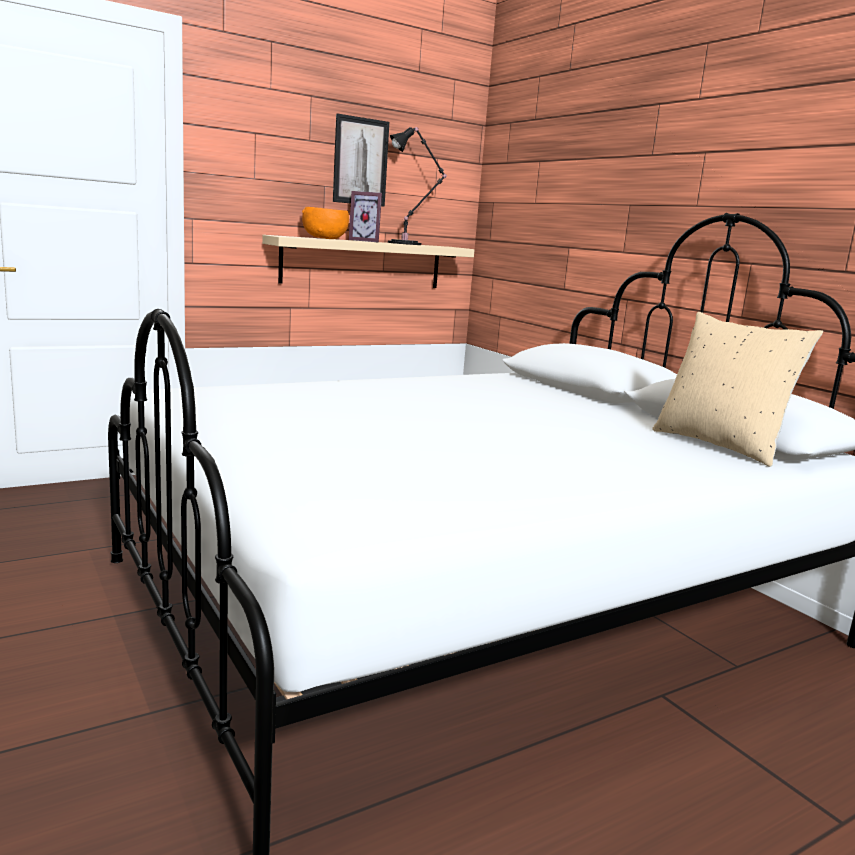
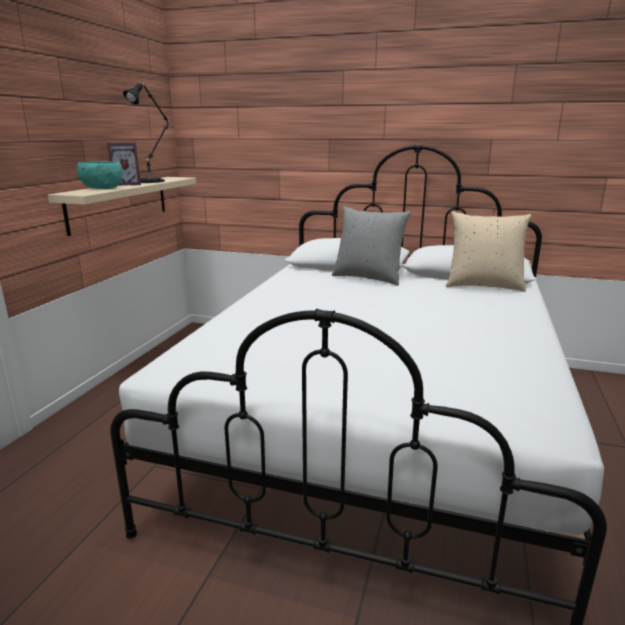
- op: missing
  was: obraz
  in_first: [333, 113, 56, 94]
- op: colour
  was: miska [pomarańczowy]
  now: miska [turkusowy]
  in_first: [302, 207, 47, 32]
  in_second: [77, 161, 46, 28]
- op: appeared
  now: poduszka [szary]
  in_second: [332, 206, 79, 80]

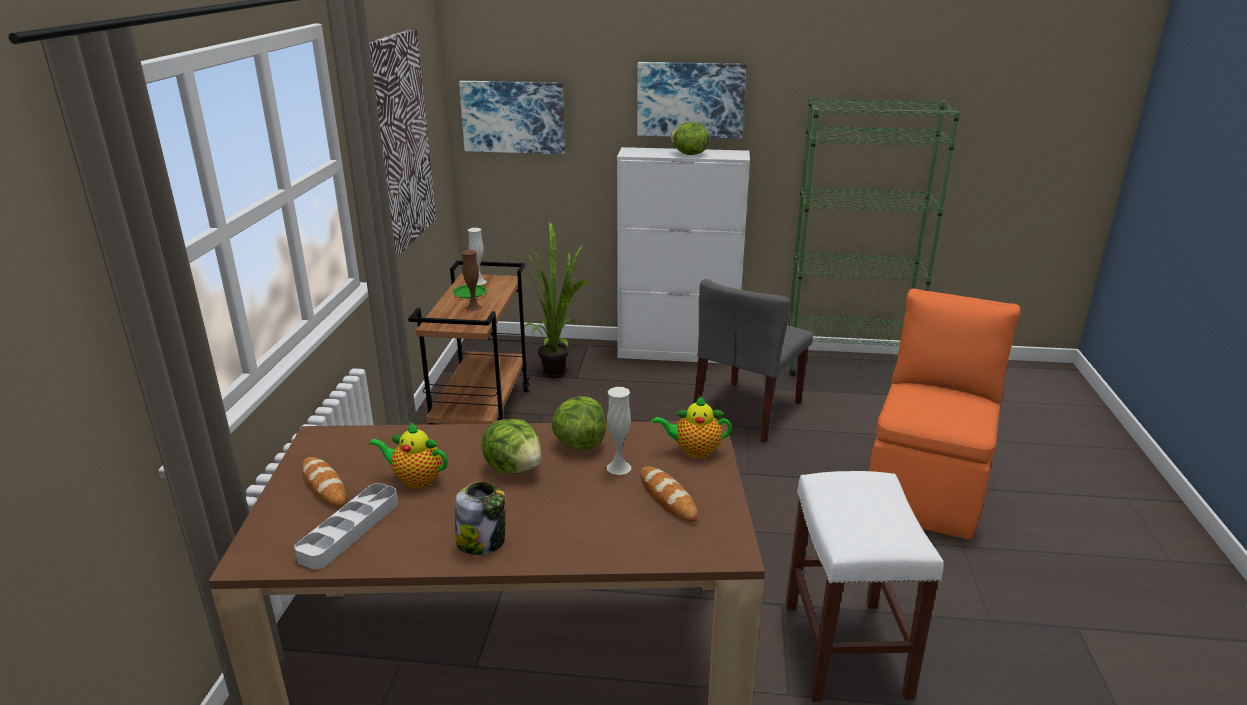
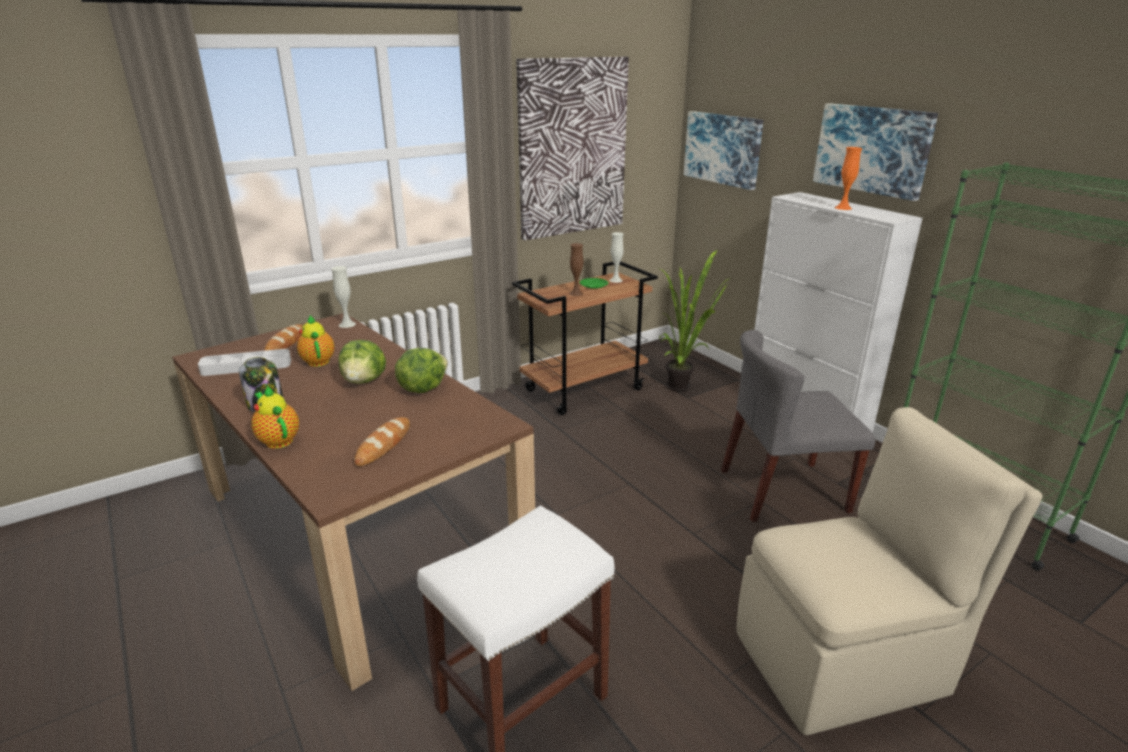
- op: exchanged
  was: sałata
  now: wazon [pomarańczowy]
  in_first: [670, 122, 39, 33]
  in_second: [835, 147, 27, 63]
- op: colour
  was: krzesło [pomarańczowy]
  now: krzesło [beżowy]
  in_first: [869, 289, 151, 251]
  in_second: [736, 407, 306, 328]
- op: relocated
  was: wazon [biały]
  in_first: [607, 387, 24, 88]
  in_second: [331, 266, 25, 62]
- op: relocated
  was: imbryk
  in_first: [652, 396, 80, 63]
  in_second: [251, 385, 48, 64]

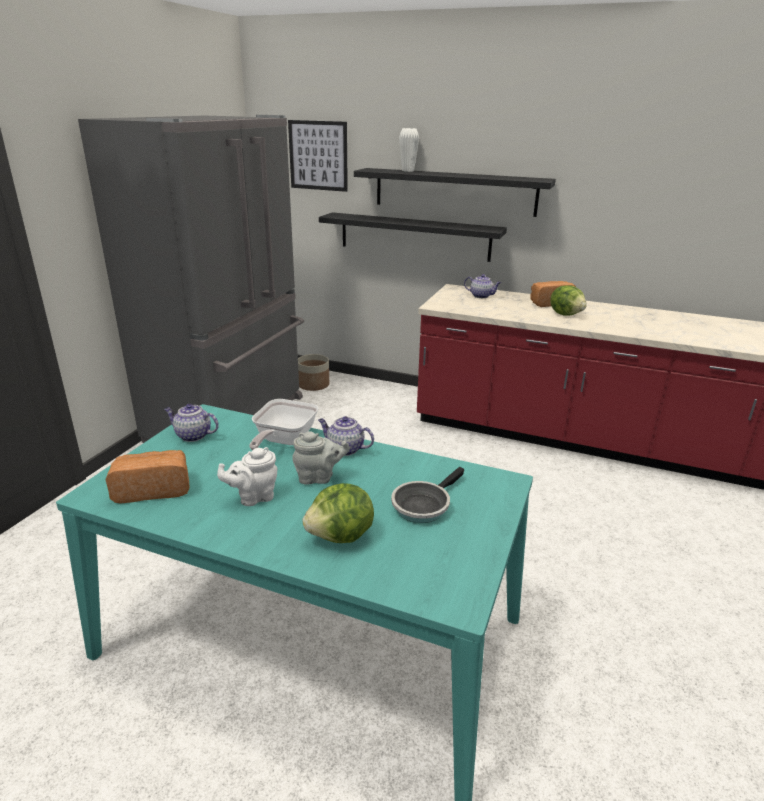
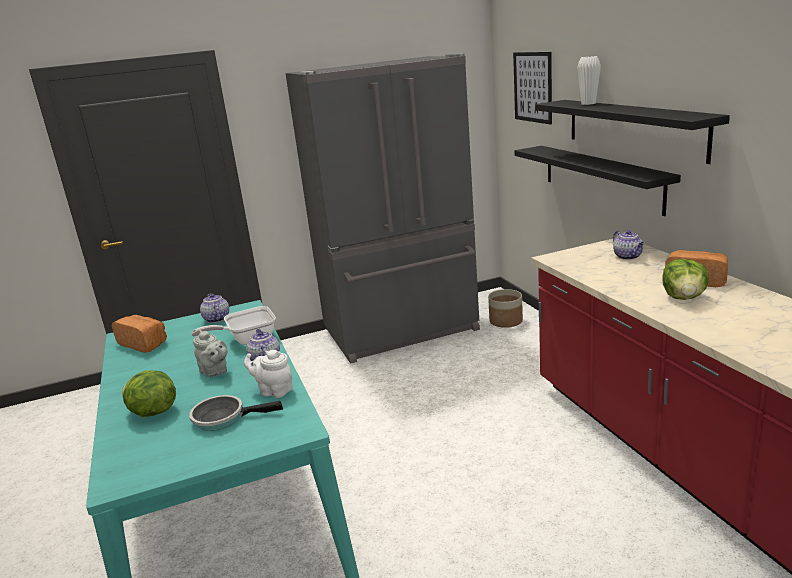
- op: relocated
  was: imbryk [biały]
  in_first: [217, 447, 61, 59]
  in_second: [244, 350, 48, 48]

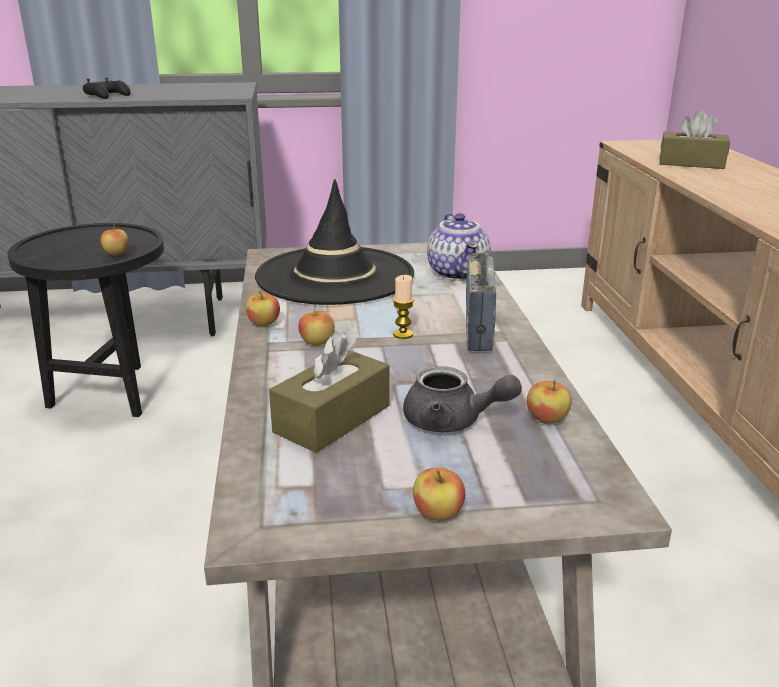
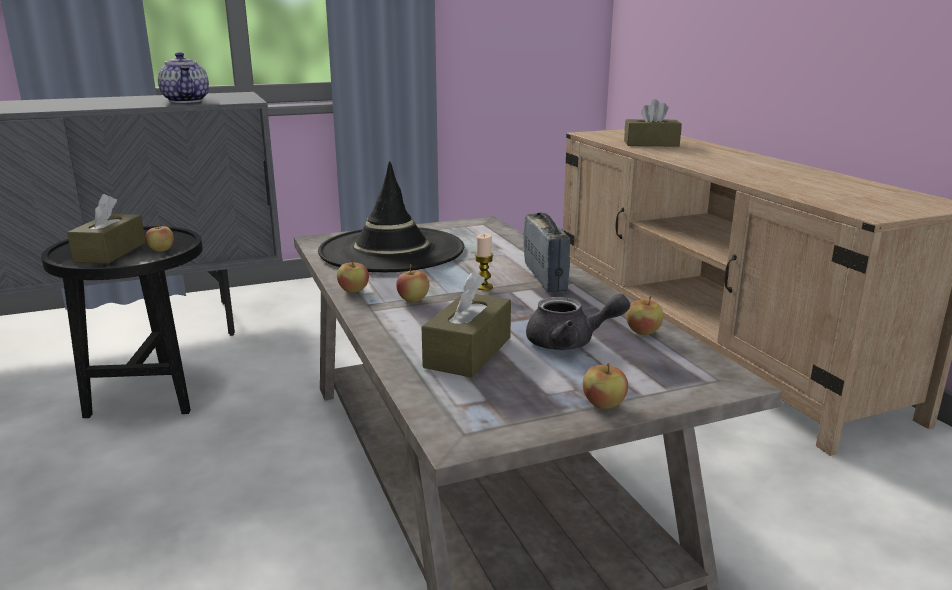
- op: missing
  was: pad do gier [czarny]
  in_first: [83, 78, 48, 21]
- op: relocated
  was: imbryk
  in_first: [427, 213, 64, 68]
  in_second: [158, 52, 51, 51]
- op: appeared
  now: pudełko chusteczek [brązowy]
  in_second: [67, 194, 79, 70]

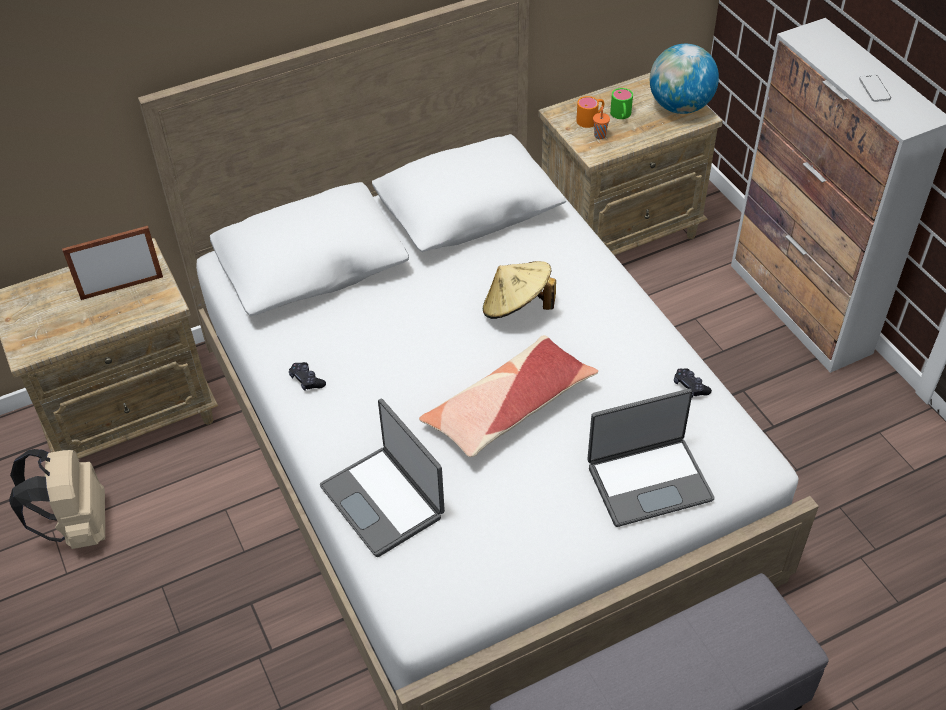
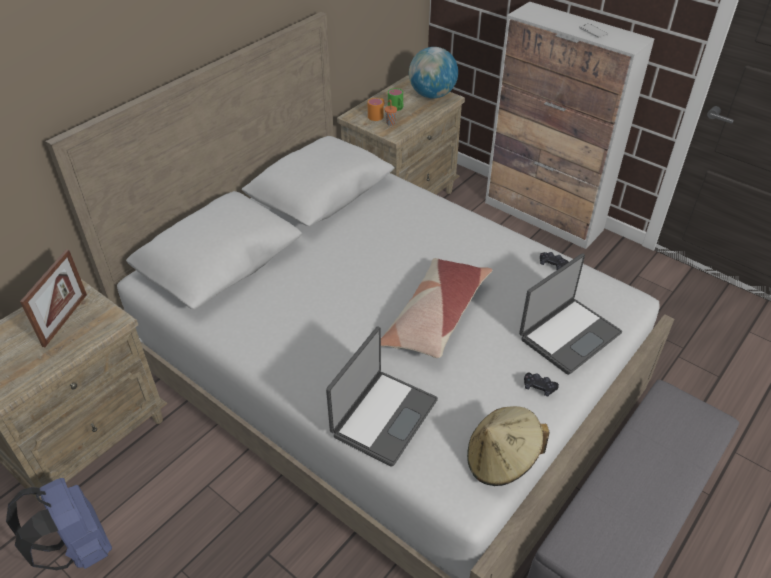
- op: spun
  was: ramka na zdjęcie
  in_first: [62, 226, 101, 74]
  in_second: [20, 249, 67, 98]
  clockwise: 150
- op: relocated
  was: kapelusz [beżowy]
  in_first: [483, 261, 73, 58]
  in_second: [467, 406, 83, 80]
- op: relocated
  was: pad do gier [czarny]
  in_first: [289, 362, 37, 29]
  in_second: [524, 373, 35, 23]
- op: spun
  was: laptop
  in_first: [320, 398, 125, 159]
  in_second: [326, 327, 112, 139]
  clockwise: -90
- op: colour
  was: plecak [beżowy]
  now: plecak [niebieski]
  in_first: [9, 449, 96, 100]
  in_second: [6, 478, 106, 92]

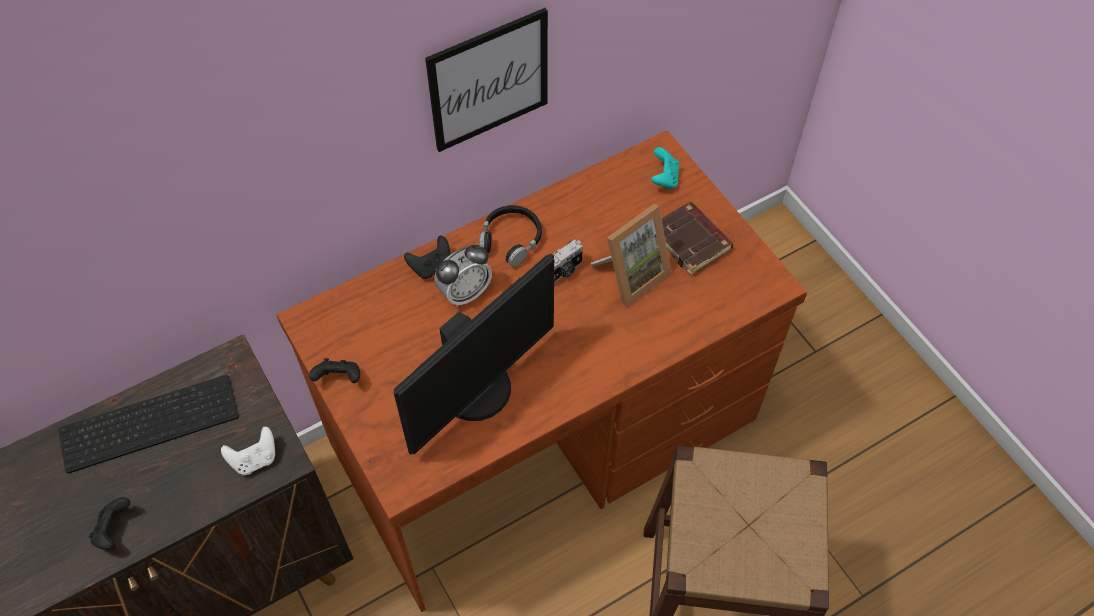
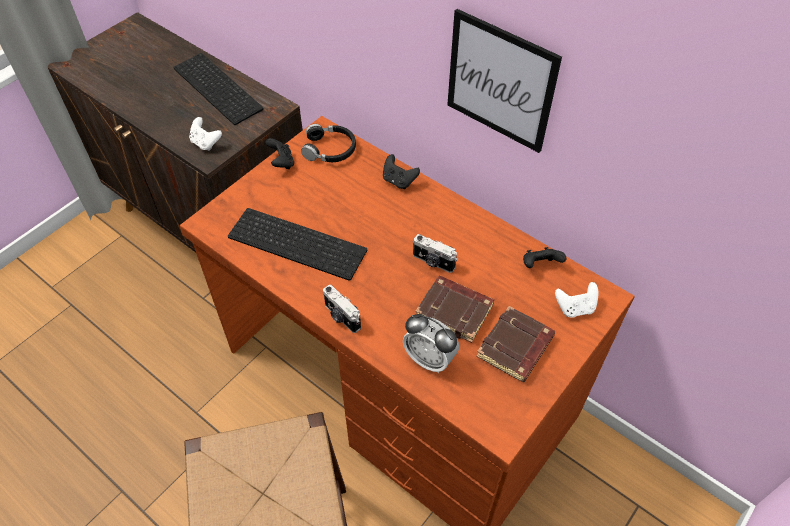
- op: colour
  was: pad do gier [turkusowy]
  now: pad do gier [biały]
  in_first: [651, 147, 28, 43]
  in_second: [555, 282, 43, 36]
- op: exchanged
  was: ramka na zdjęcie
  now: książka [brązowy]
  in_first: [591, 204, 81, 102]
  in_second: [415, 275, 79, 68]
- op: relocated
  was: słuchawki [czarny]
  in_first: [479, 205, 63, 62]
  in_second: [301, 124, 55, 38]
- op: relocated
  was: budzik
  in_first: [434, 245, 58, 62]
  in_second: [403, 314, 56, 59]
- op: exchanged
  was: monitor
  now: klawiatura
  in_first: [394, 254, 160, 201]
  in_second: [228, 208, 139, 73]
- op: relocated
  was: pad do gier [czarny]
  in_first: [89, 497, 41, 53]
  in_second: [523, 247, 43, 21]
- op: appeared
  now: aparat fotograficzny
  in_second: [323, 285, 38, 48]

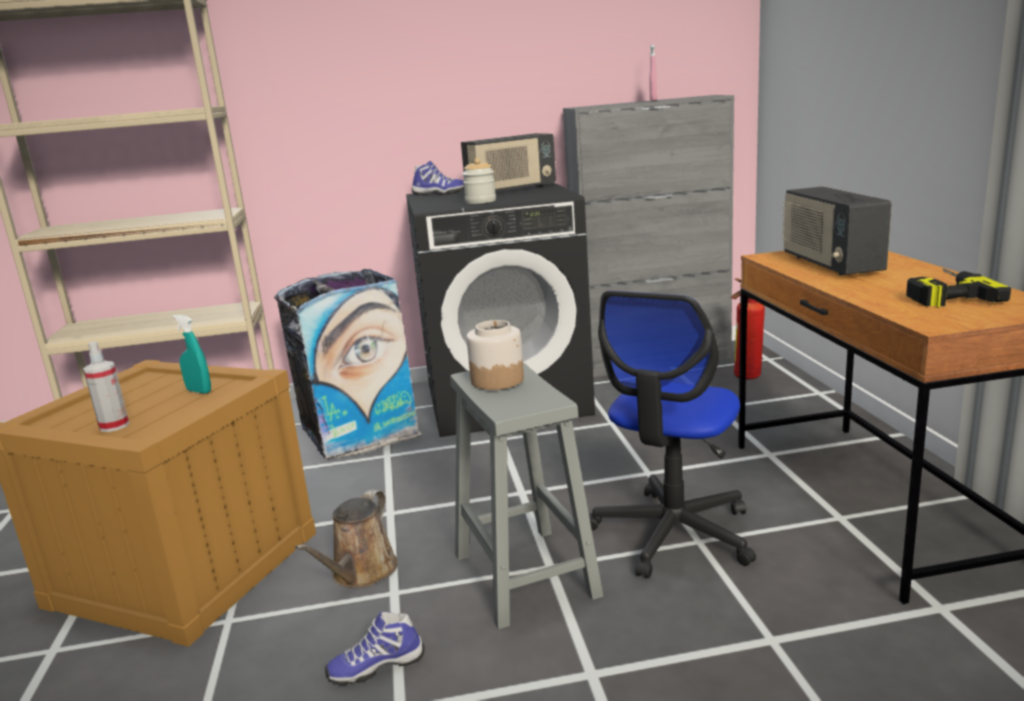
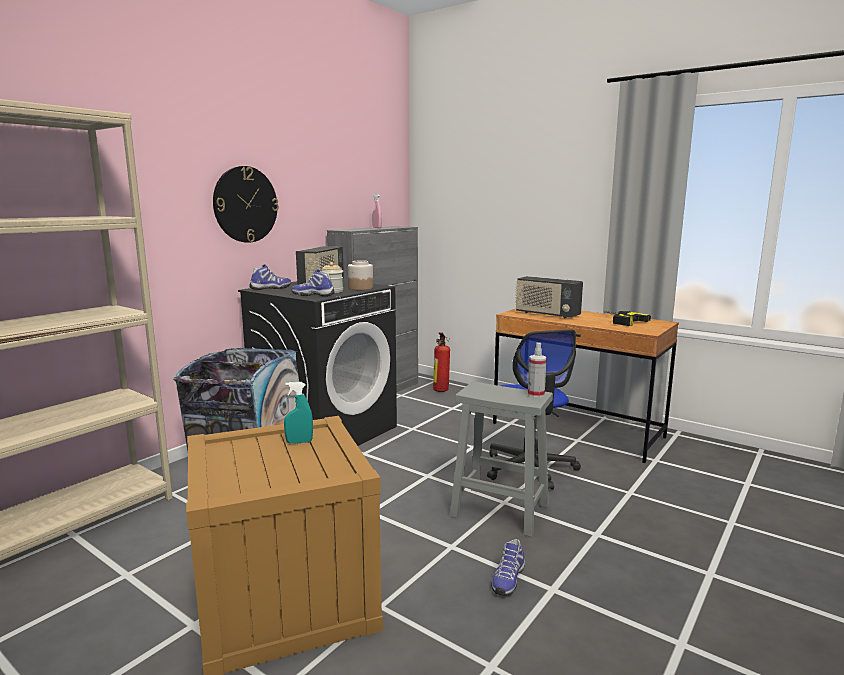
- op: relocated
  was: słoik
  in_first: [466, 320, 58, 70]
  in_second: [348, 260, 25, 30]
- op: relocated
  was: spryskiwacz
  in_first: [83, 341, 46, 91]
  in_second: [528, 343, 19, 55]
- op: missing
  was: konewka [brązowy]
  in_first: [295, 490, 103, 98]
- op: appeared
  now: zegar ścienny
  in_second: [213, 166, 66, 77]
- op: appeared
  now: but
  in_second: [292, 269, 43, 28]

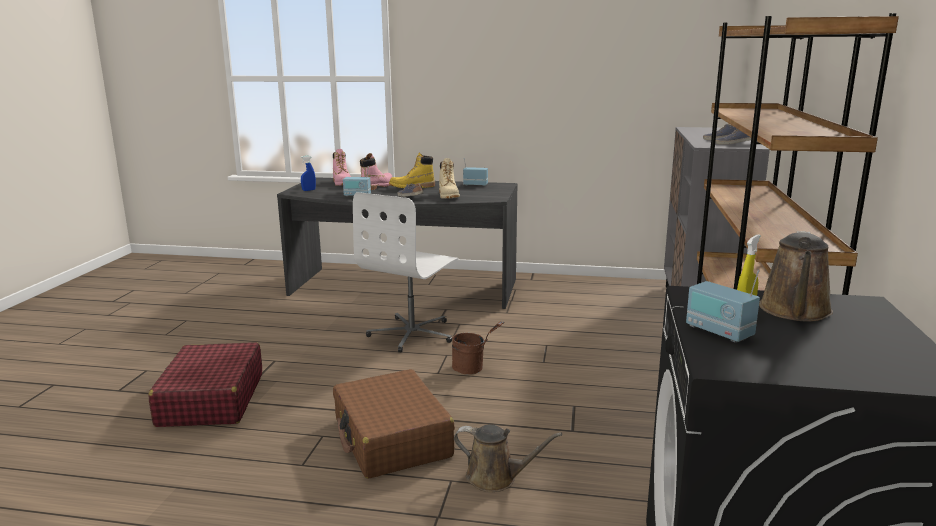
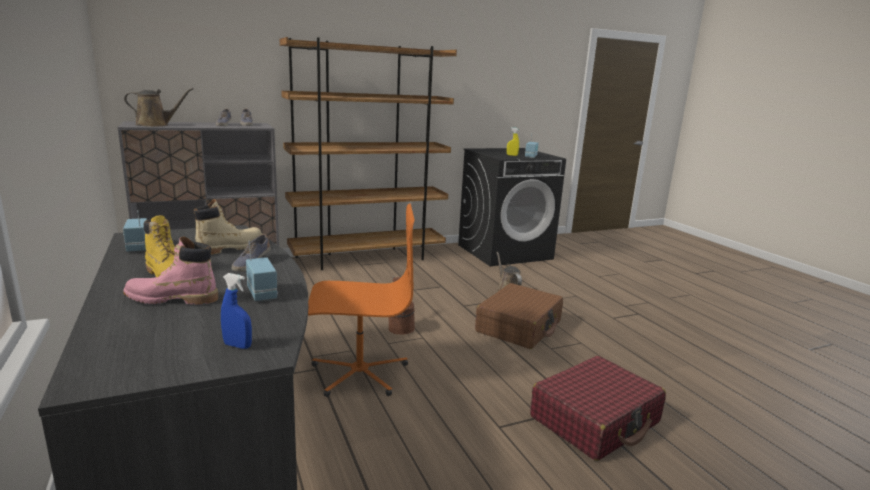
- op: missing
  was: but z cholewką [różowy]
  in_first: [333, 149, 18, 37]
- op: colour
  was: krzesło biurowe [biały]
  now: krzesło biurowe [pomarańczowy]
  in_first: [353, 192, 106, 160]
  in_second: [308, 204, 107, 193]
- op: relocated
  was: konewka [brązowy]
  in_first: [759, 231, 74, 91]
  in_second: [124, 88, 69, 39]

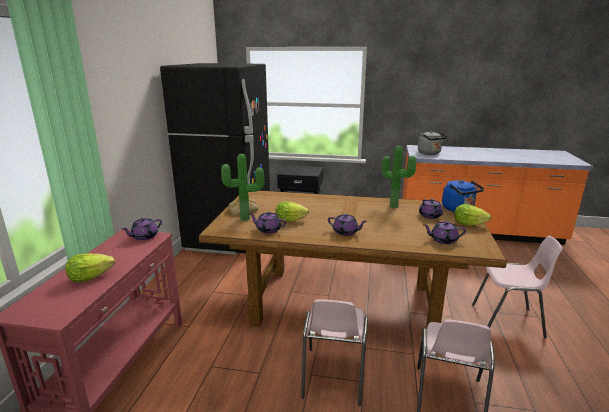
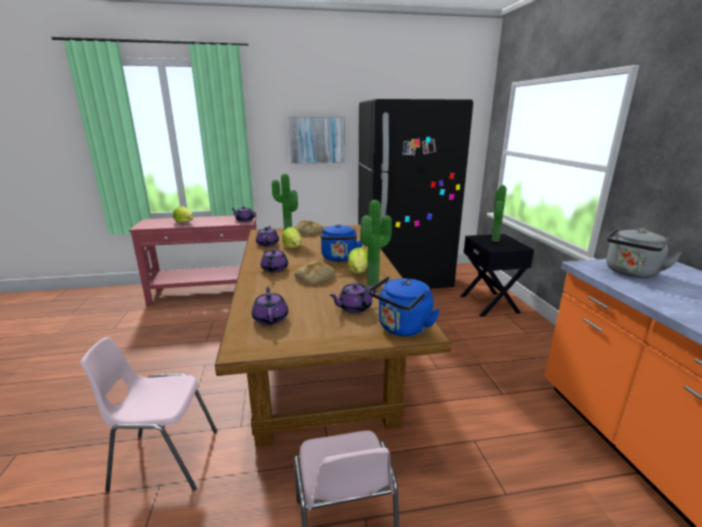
- op: relocated
  was: sałata
  in_first: [454, 204, 37, 22]
  in_second: [348, 247, 20, 26]
- op: missing
  was: krzesło [różowy]
  in_first: [301, 299, 67, 107]
- op: appeared
  now: obraz
  in_second: [288, 117, 57, 47]
- op: appeared
  now: roślina doniczkowa
  in_second: [491, 185, 16, 57]
- op: appeared
  now: czajnik [niebieski]
  in_second: [321, 224, 42, 38]
- op: appeared
  now: chleb
  in_second: [294, 261, 41, 24]

